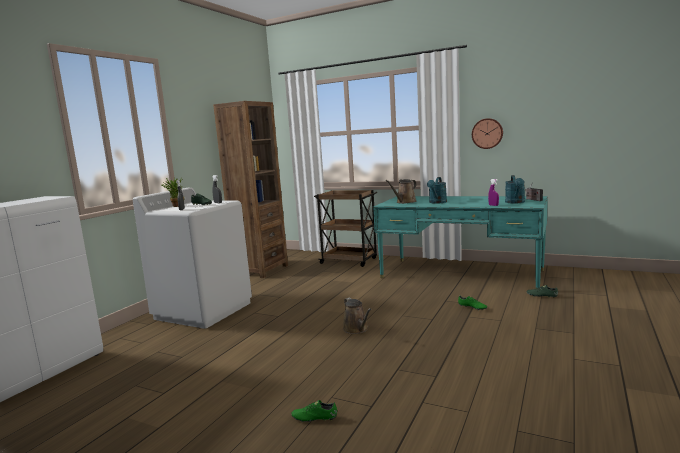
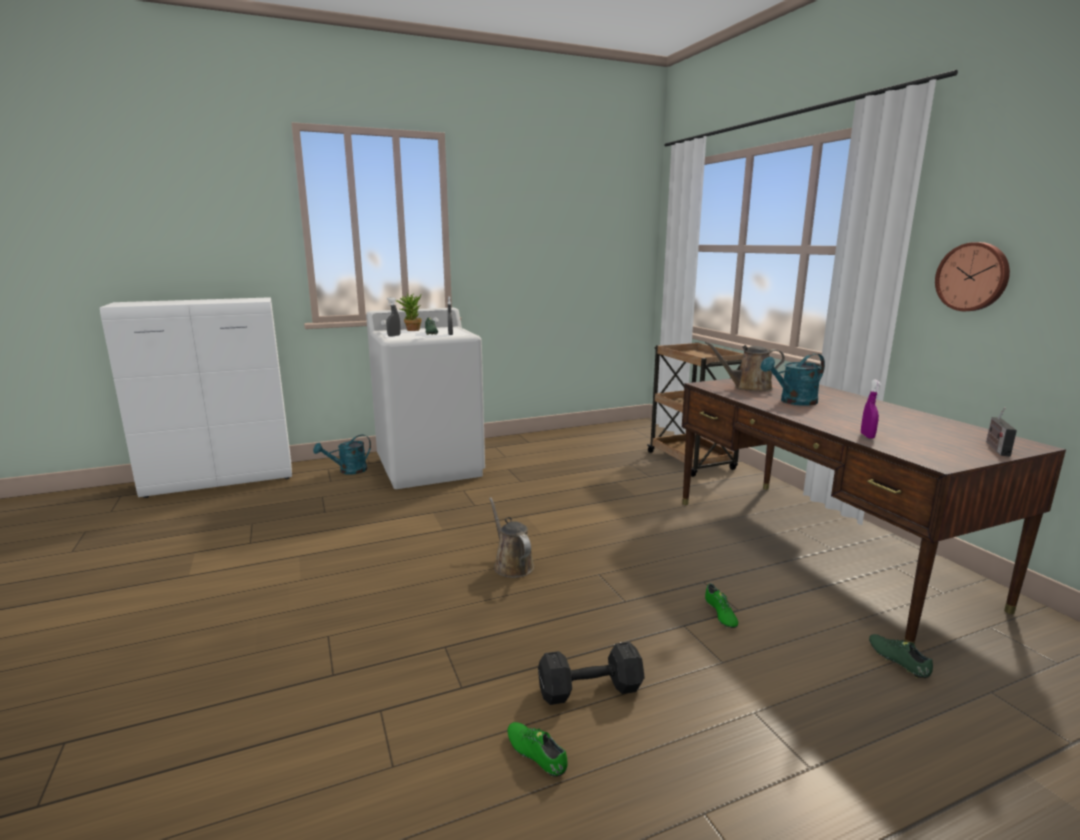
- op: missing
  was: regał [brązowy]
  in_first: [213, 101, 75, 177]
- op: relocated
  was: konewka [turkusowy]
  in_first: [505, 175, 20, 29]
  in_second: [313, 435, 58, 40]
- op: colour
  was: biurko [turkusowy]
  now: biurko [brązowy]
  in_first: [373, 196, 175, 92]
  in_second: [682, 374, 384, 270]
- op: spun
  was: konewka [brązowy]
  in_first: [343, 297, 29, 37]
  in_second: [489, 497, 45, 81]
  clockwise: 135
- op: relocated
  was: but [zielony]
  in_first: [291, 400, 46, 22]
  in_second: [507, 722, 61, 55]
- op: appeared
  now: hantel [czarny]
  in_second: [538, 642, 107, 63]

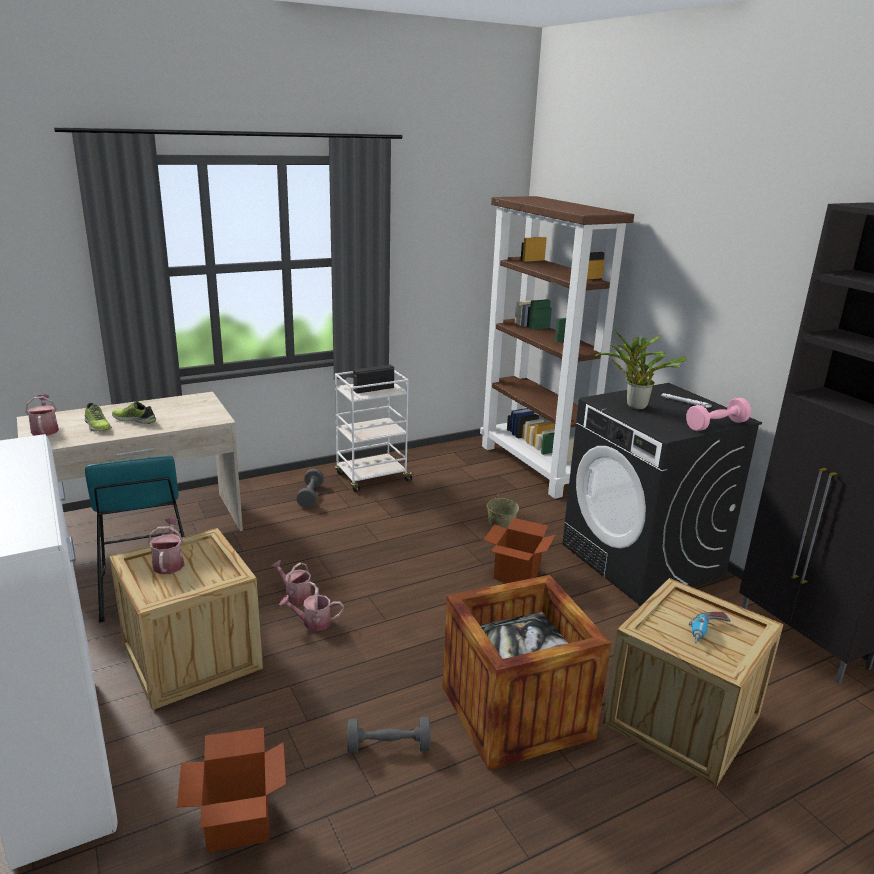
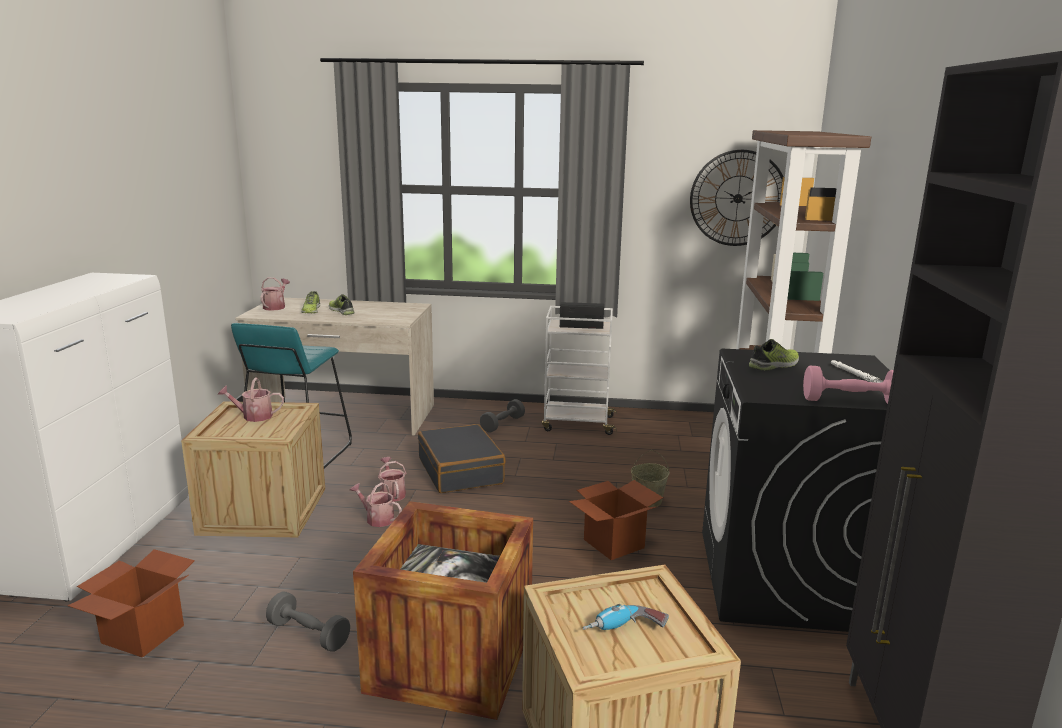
- op: exchanged
  was: roślina doniczkowa
  now: but
  in_first: [595, 329, 92, 81]
  in_second: [749, 339, 50, 32]
- op: spun
  was: konewka
  in_first: [148, 518, 36, 56]
  in_second: [218, 378, 66, 44]
  clockwise: -120
- op: appeared
  now: zegar ścienny
  in_second: [690, 150, 93, 96]
- op: appeared
  now: walizka [czarny]
  in_second: [418, 424, 88, 69]

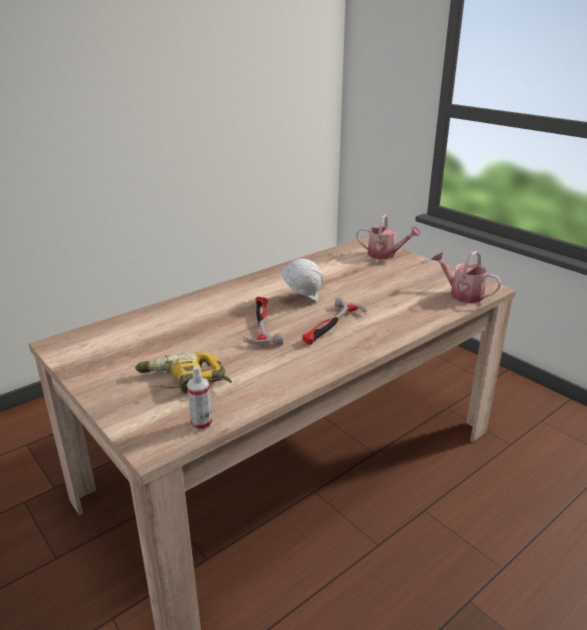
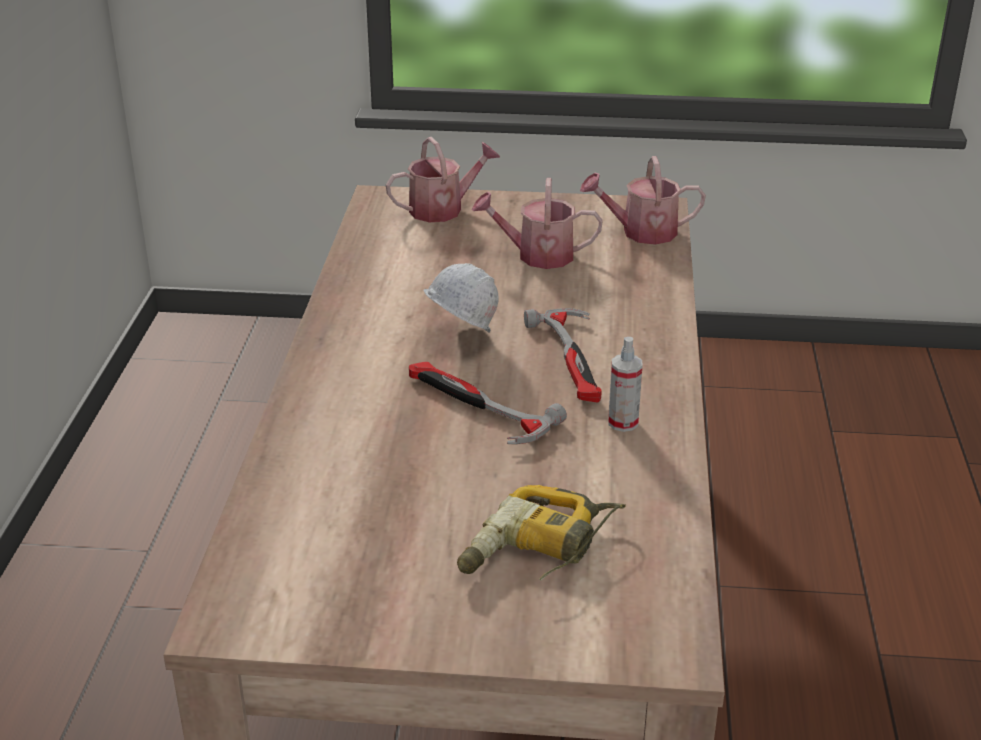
- op: relocated
  was: spryskiwacz
  in_first: [187, 366, 25, 65]
  in_second: [608, 337, 35, 95]
- op: appeared
  now: konewka
  in_second: [472, 178, 131, 91]

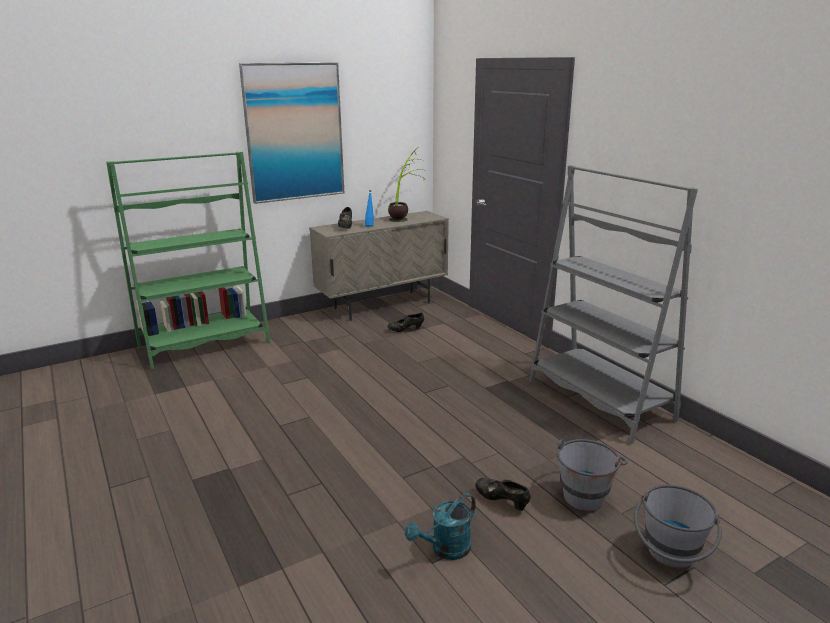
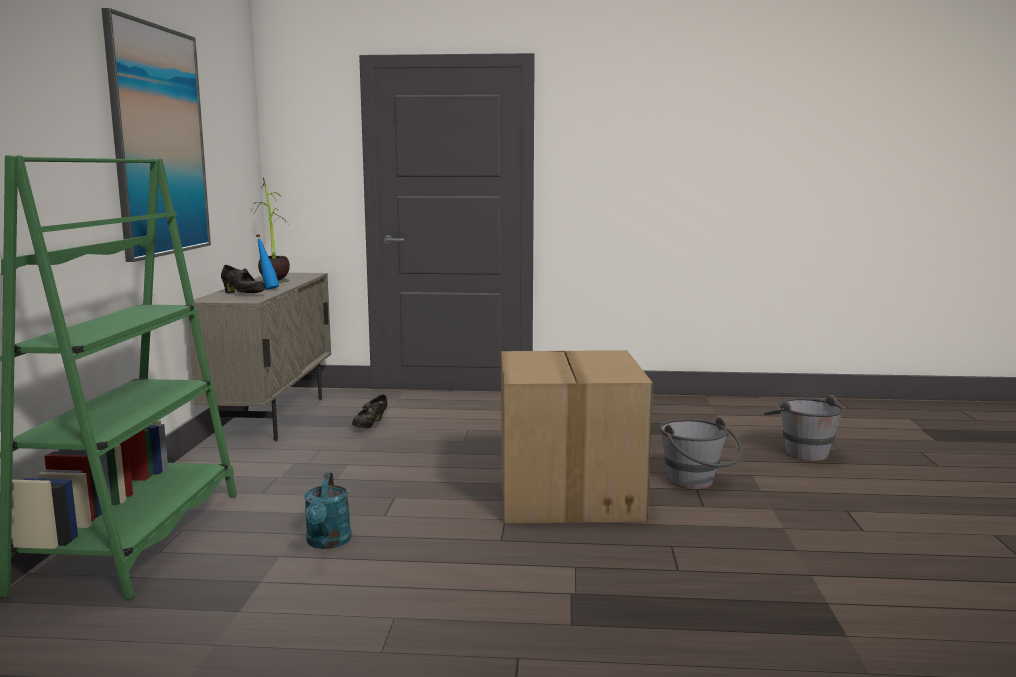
- op: missing
  was: regał [szary]
  in_first: [529, 165, 169, 279]
- op: missing
  was: but [czarny]
  in_first: [475, 478, 55, 33]
- op: relocated
  was: wiadro [szary]
  in_first: [634, 485, 88, 83]
  in_second: [659, 418, 84, 71]
- op: relocated
  was: konewka [turkusowy]
  in_first: [405, 493, 71, 67]
  in_second: [304, 473, 48, 76]
- op: appeared
  now: karton
  in_second: [501, 350, 152, 173]

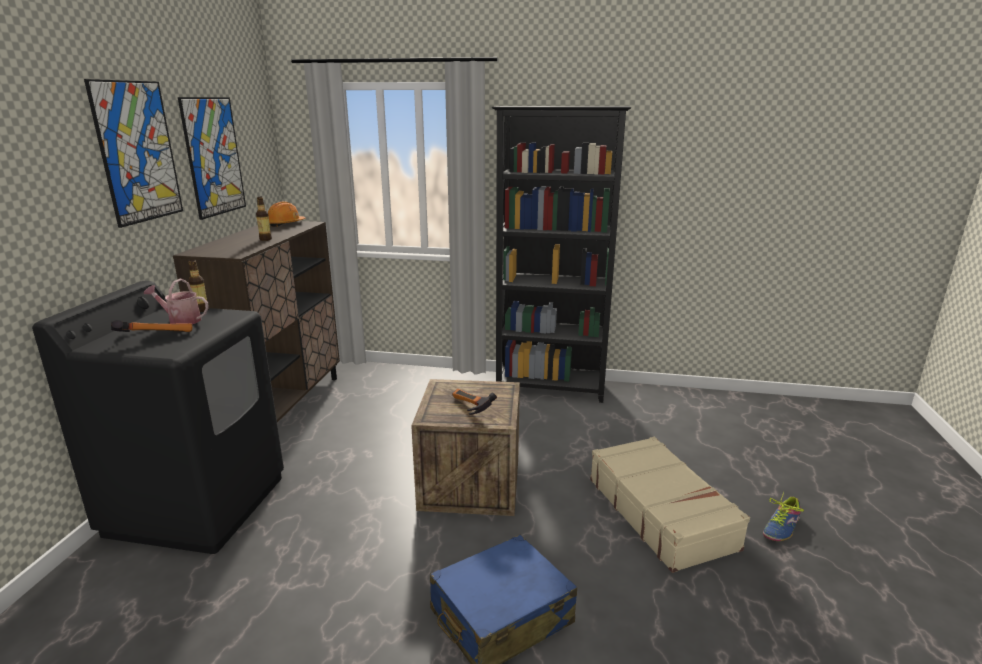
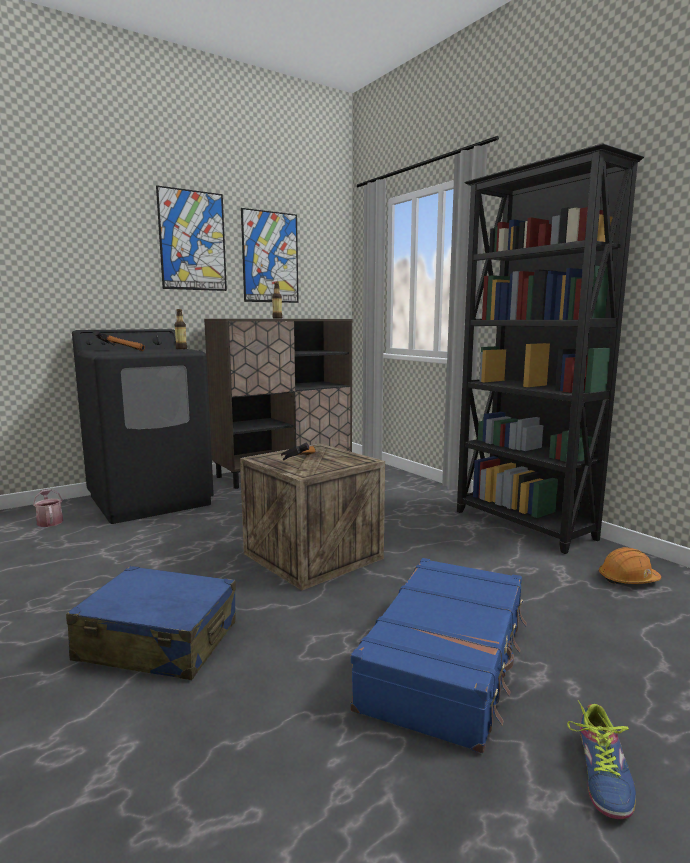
- op: relocated
  was: kask [pomarańczowy]
  in_first: [268, 201, 37, 26]
  in_second: [599, 547, 62, 37]
- op: relocated
  was: konewka
  in_first: [144, 279, 65, 45]
  in_second: [33, 489, 30, 38]
- op: colour
  was: walizka [beżowy]
  now: walizka [niebieski]
  in_first: [590, 437, 160, 136]
  in_second: [350, 558, 177, 195]
- op: spun
  was: but
  in_first: [763, 491, 41, 50]
  in_second: [567, 700, 69, 119]
  clockwise: -75

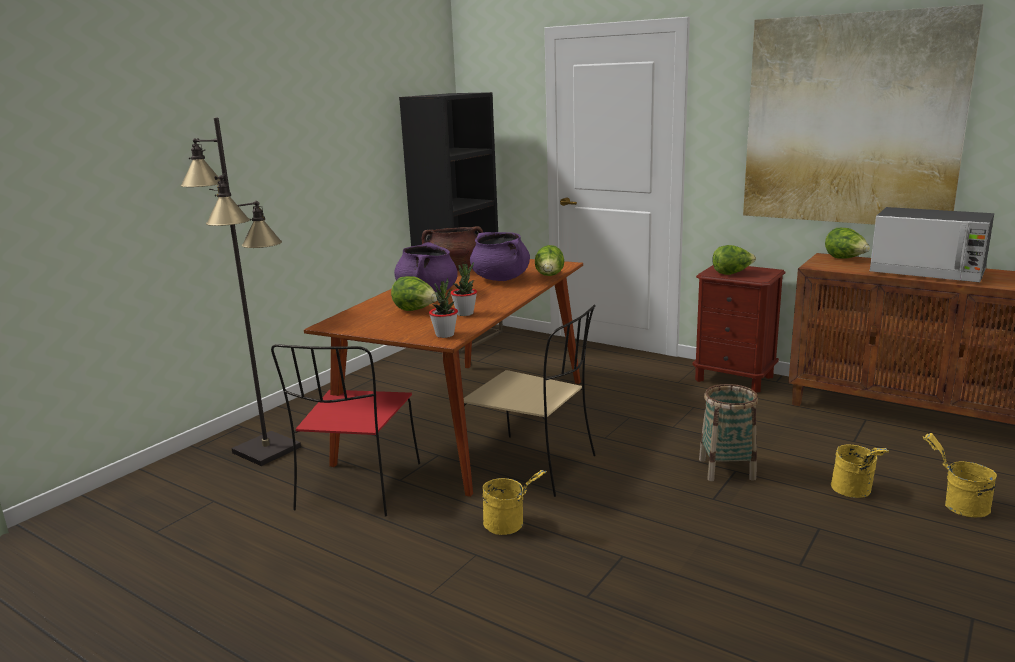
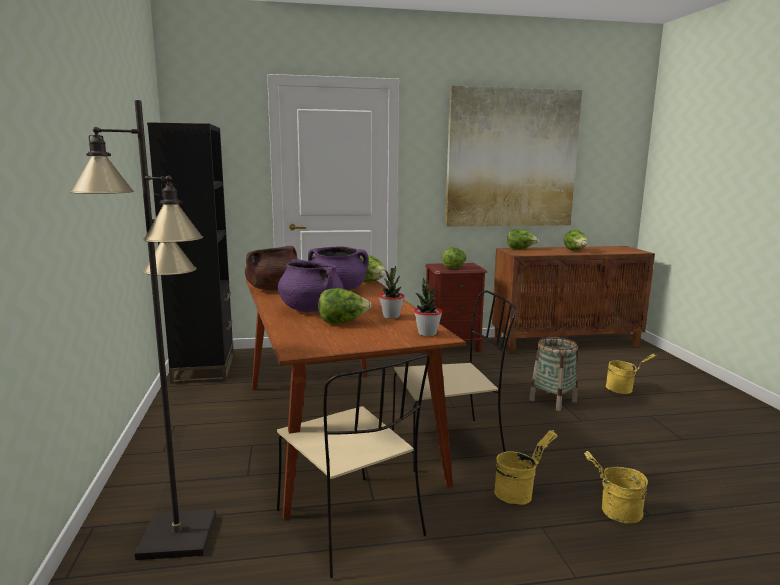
- op: exchanged
  was: mikrofalówka
  now: sałata
  in_first: [870, 207, 124, 76]
  in_second: [564, 230, 24, 21]
- op: colour
  was: krzesło [czerwony]
  now: krzesło [beżowy]
  in_first: [271, 344, 149, 173]
  in_second: [277, 354, 153, 224]
- op: relocated
  was: wiadro [żółty]
  in_first: [923, 433, 74, 84]
  in_second: [584, 451, 64, 73]

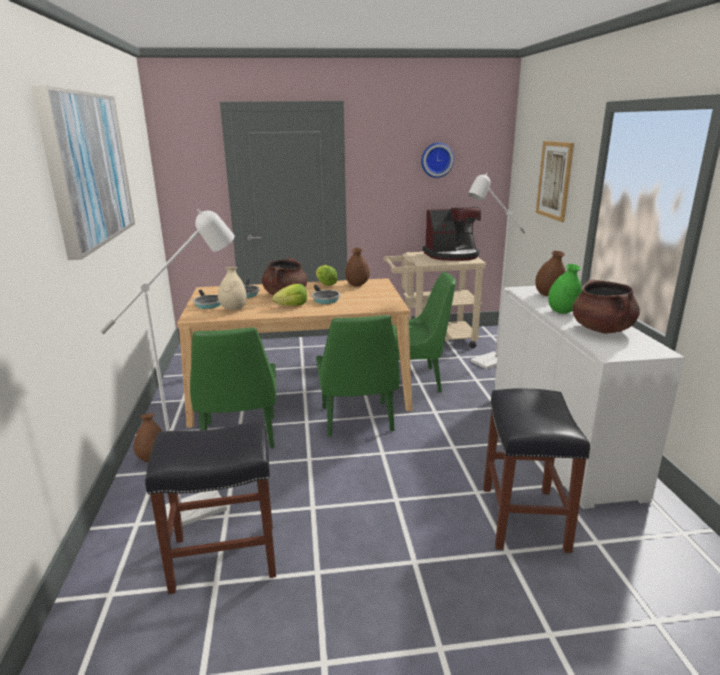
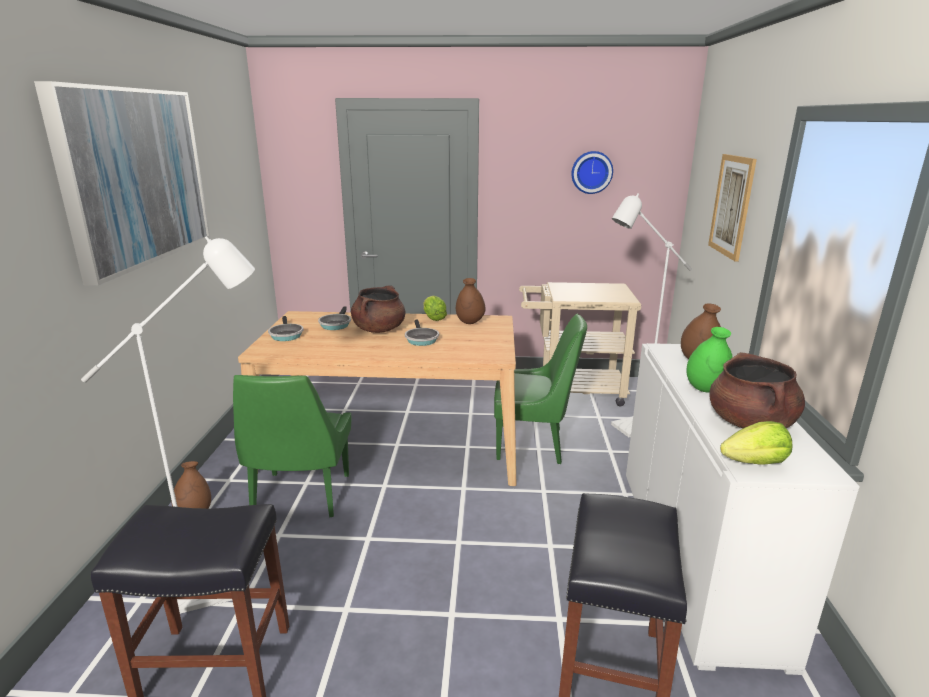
- op: missing
  was: ekspres do kawy
  in_first: [423, 207, 58, 54]
- op: missing
  was: wazon [beżowy]
  in_first: [218, 267, 29, 43]
- op: relocated
  was: sałata
  in_first: [272, 284, 35, 22]
  in_second: [720, 421, 73, 44]
- op: missing
  was: krzesło [zielony]
  in_first: [316, 315, 84, 122]

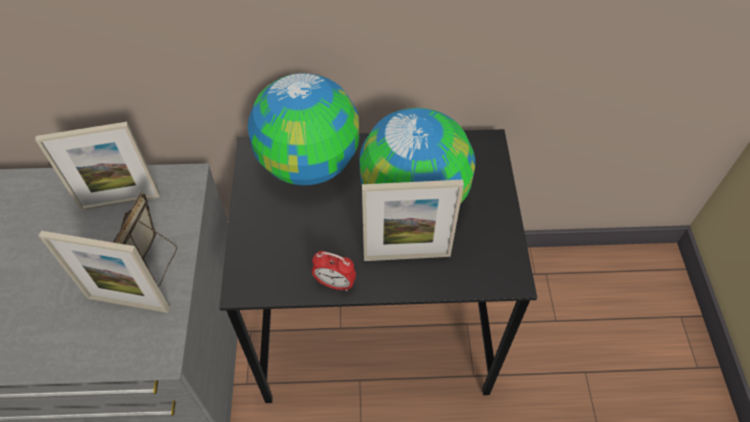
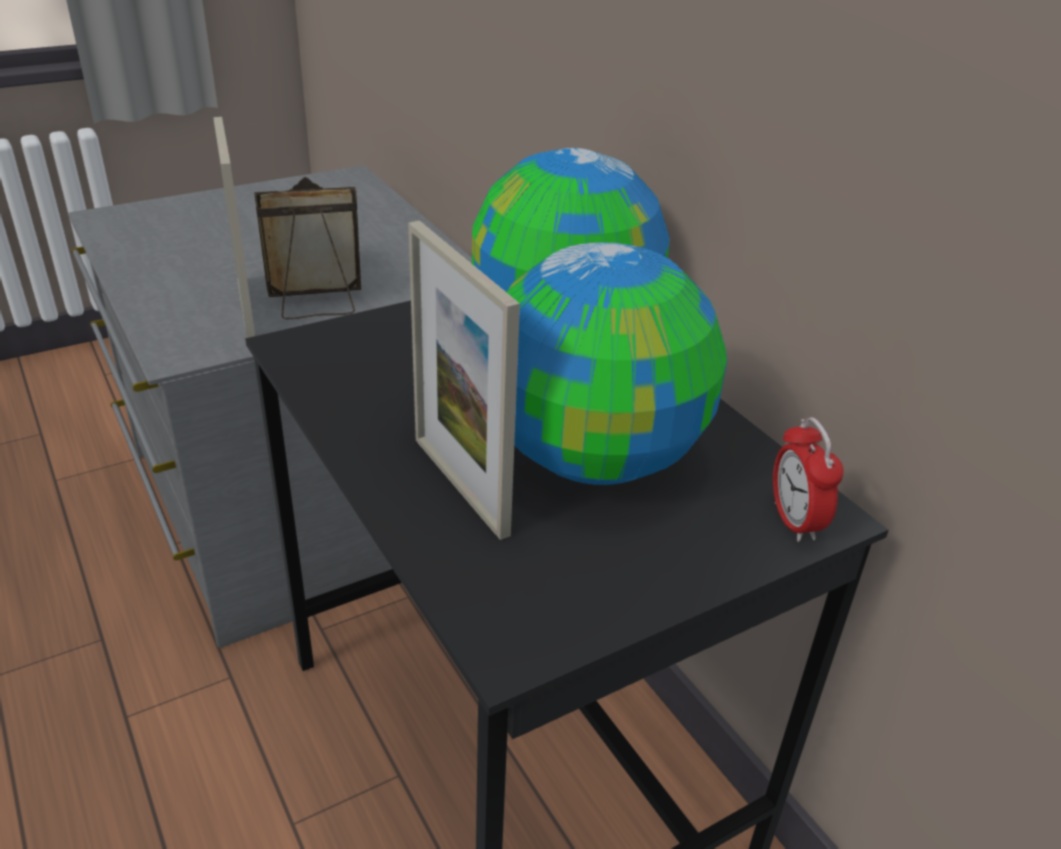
- op: missing
  was: ramka na zdjęcie
  in_first: [35, 122, 125, 89]
- op: relocated
  was: budzik
  in_first: [312, 251, 44, 40]
  in_second: [773, 417, 71, 125]

